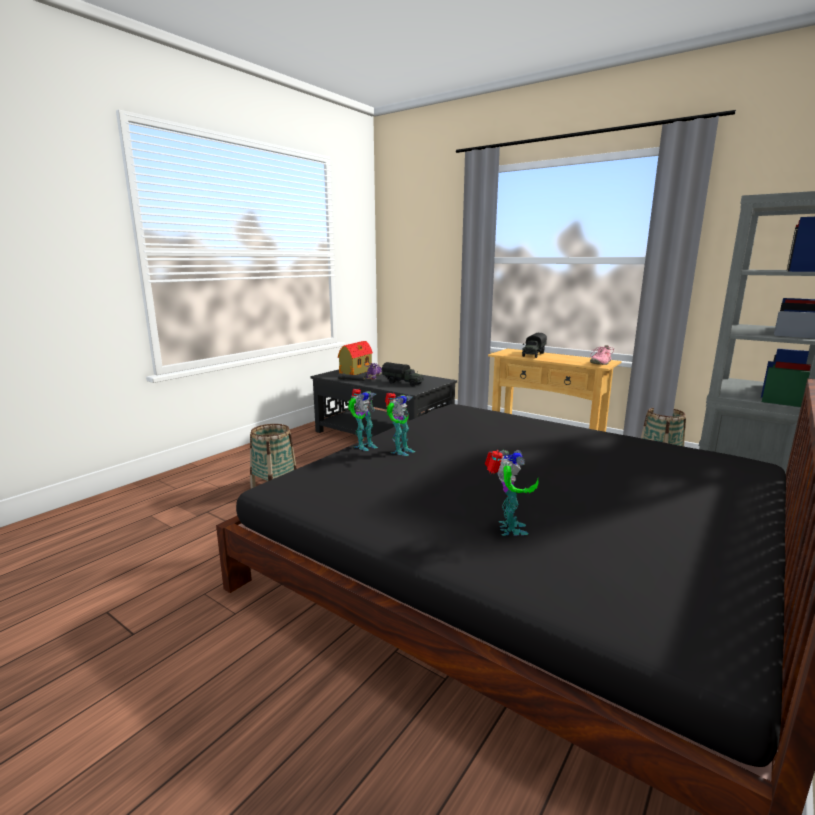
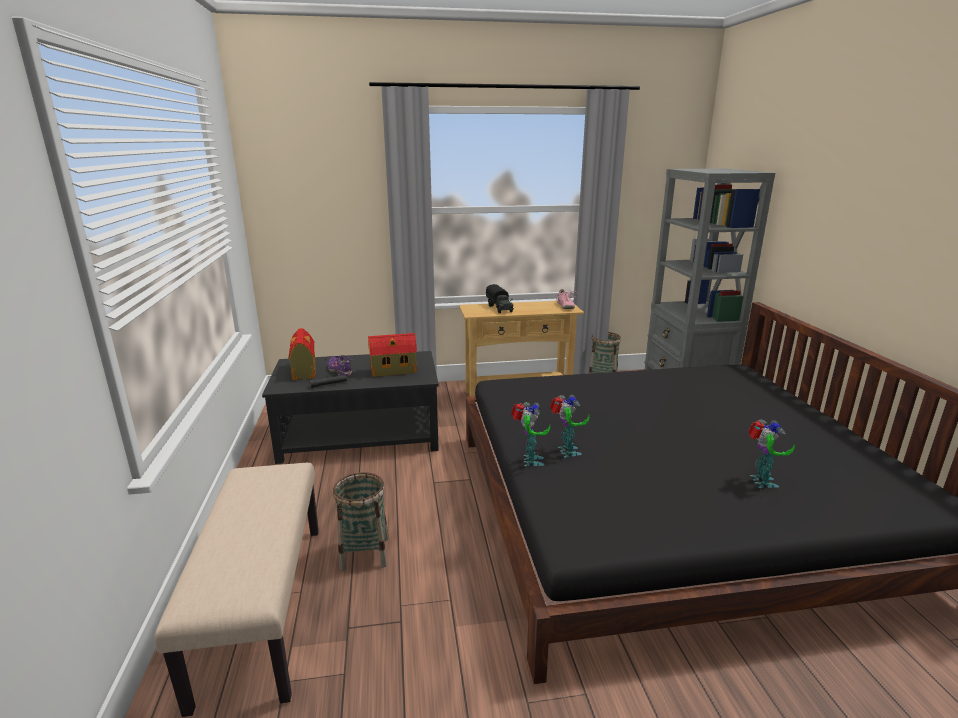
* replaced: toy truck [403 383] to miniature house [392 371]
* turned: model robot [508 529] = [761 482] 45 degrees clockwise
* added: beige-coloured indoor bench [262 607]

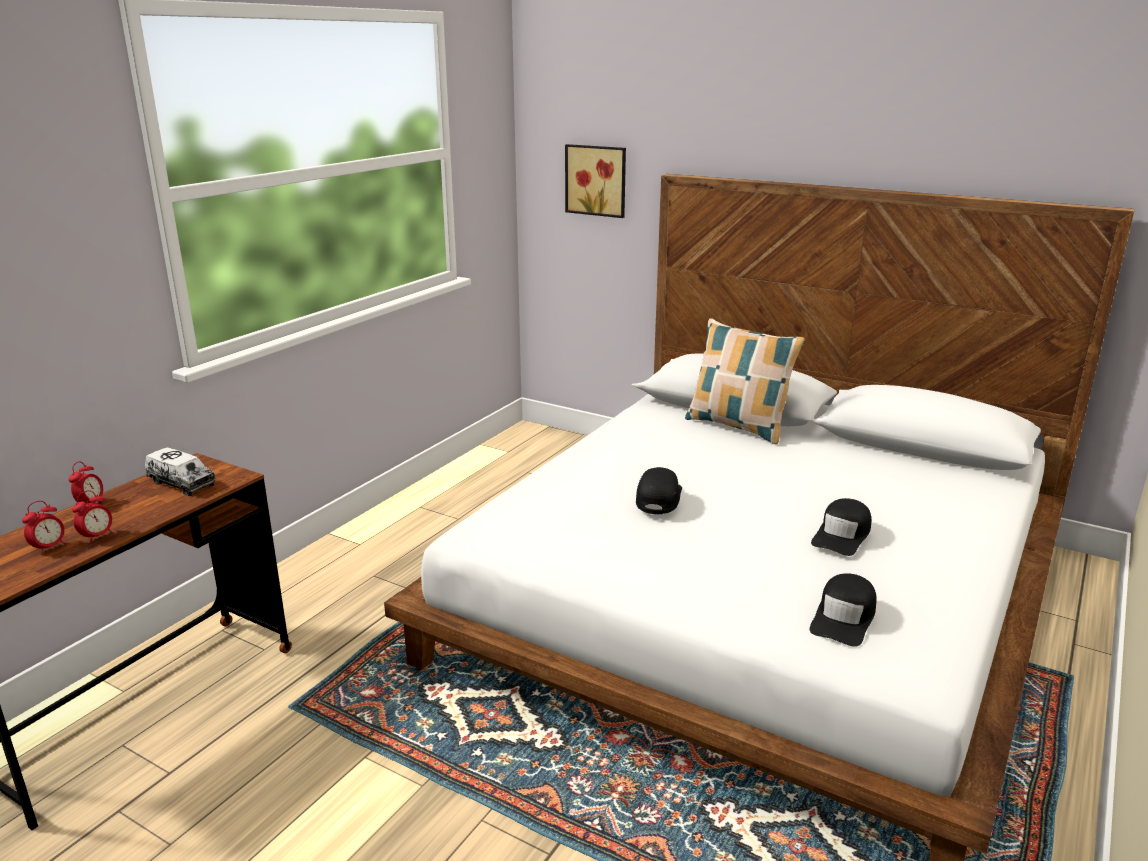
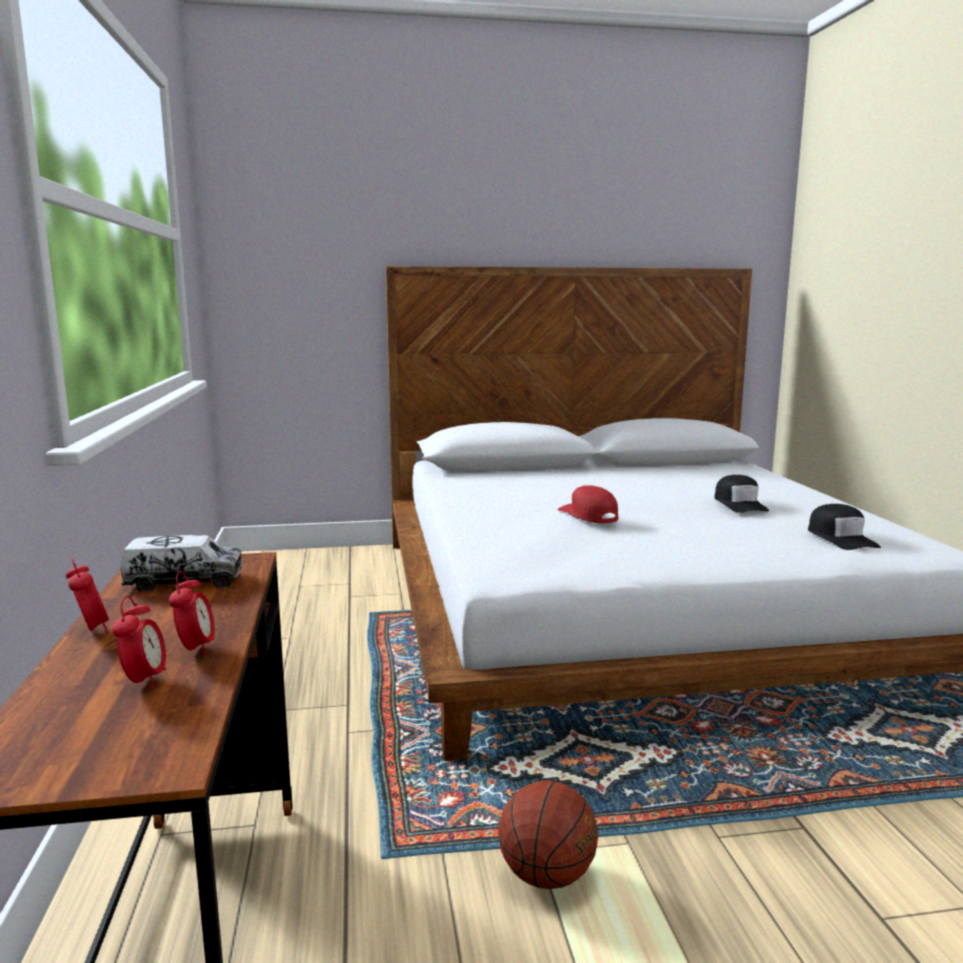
* removed: wall art [597 180]
* recoloured: black peaked cap [658 498] to red-coloured peaked cap [588 515]
* removed: throw pillow [738 426]
* added: basketball [547 876]

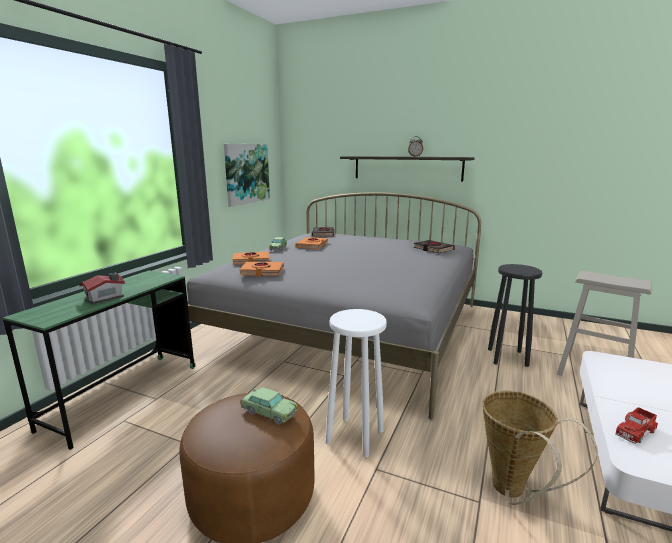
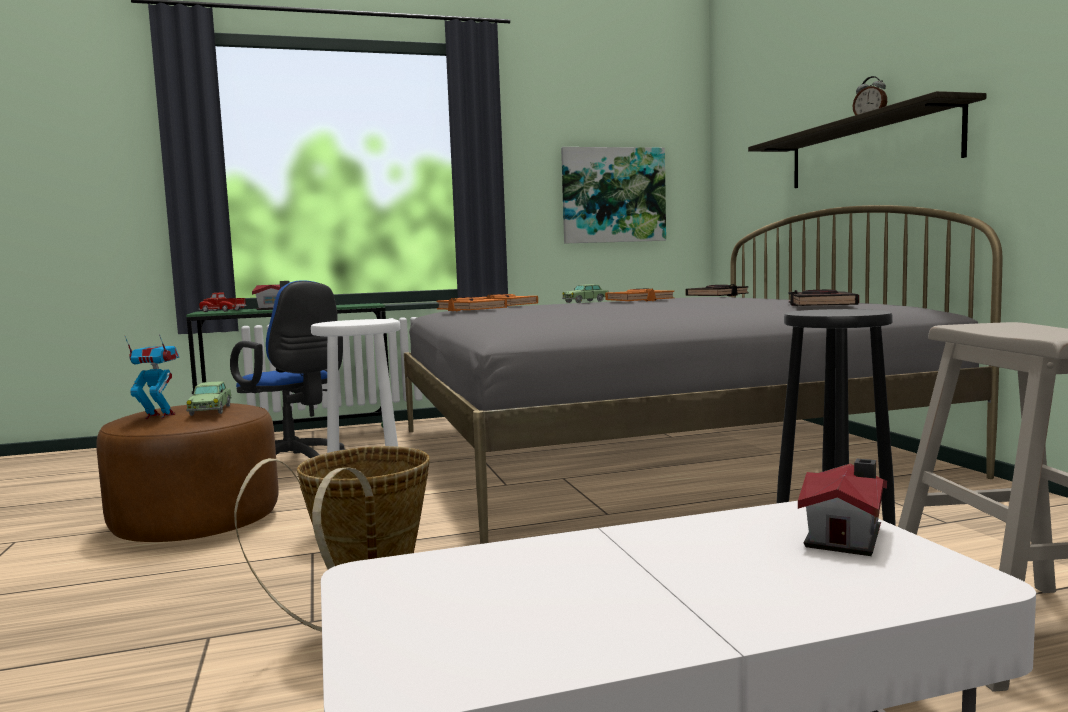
* moved: toy truck [635 431] to [222 311]
* added: model robot [159 416]
* added: blue office chair [295 467]
* added: miniature house [847 536]

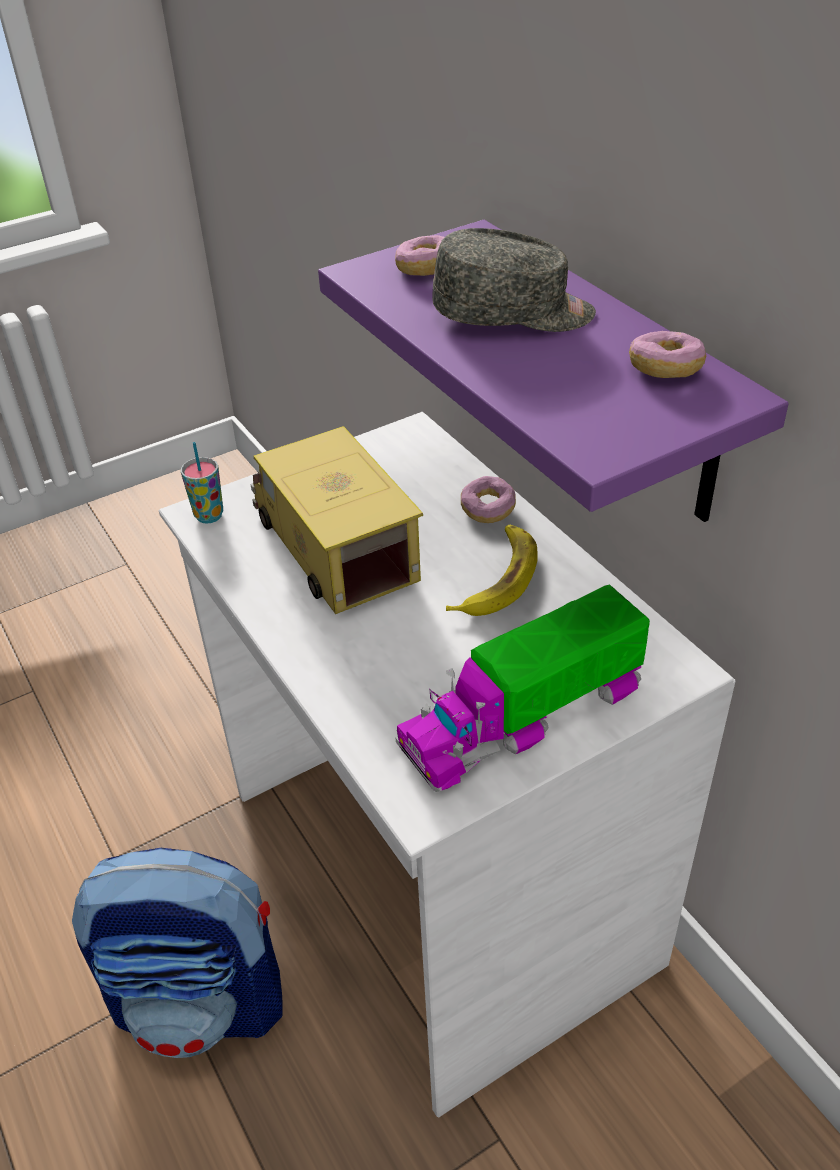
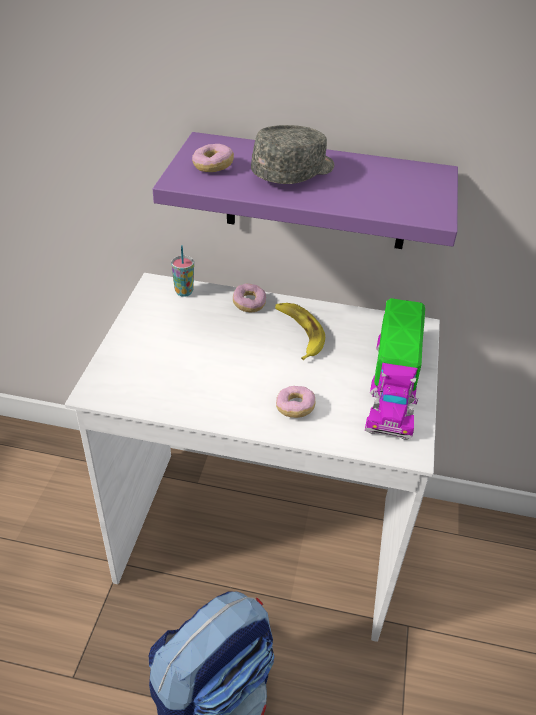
* moved: drinking cup [209 516] to [184 292]
* removed: toy truck [335 548]
* moved: ring doughnut [665 369] to [295 408]

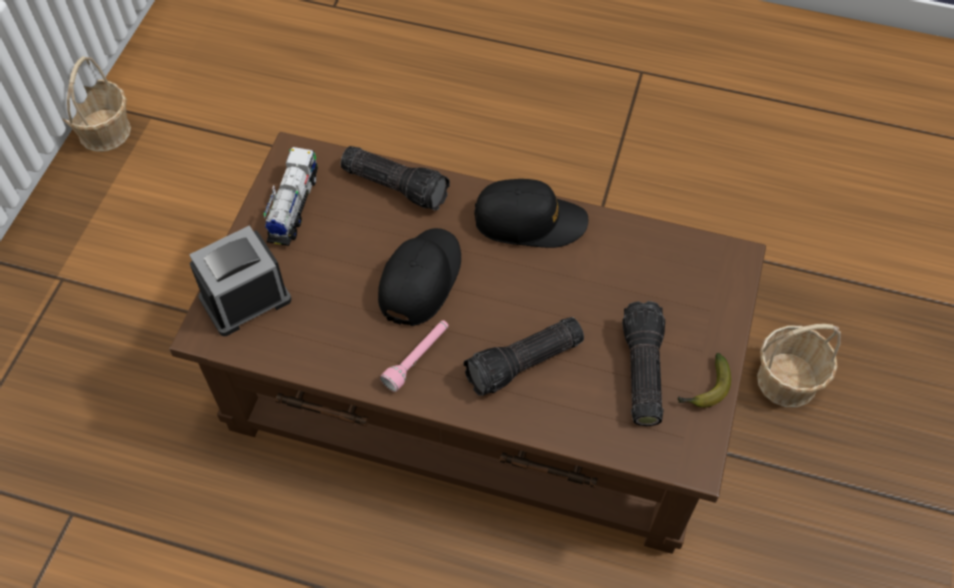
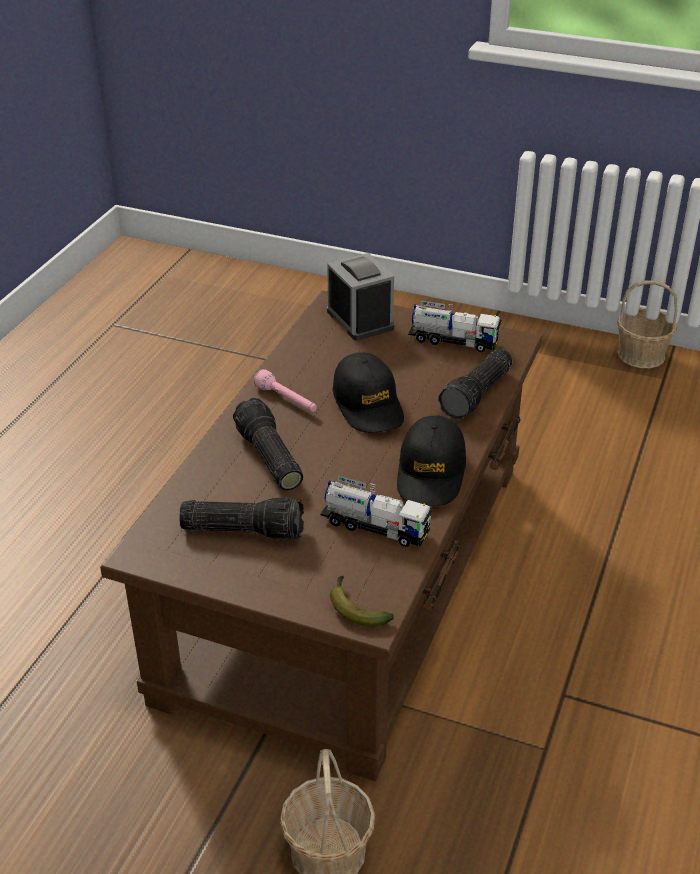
* turned: black peaked cap [420 279] = [368 405] 45 degrees clockwise
* moved: banana fruit [705 389] to [355 608]
* added: toy truck [375 527]

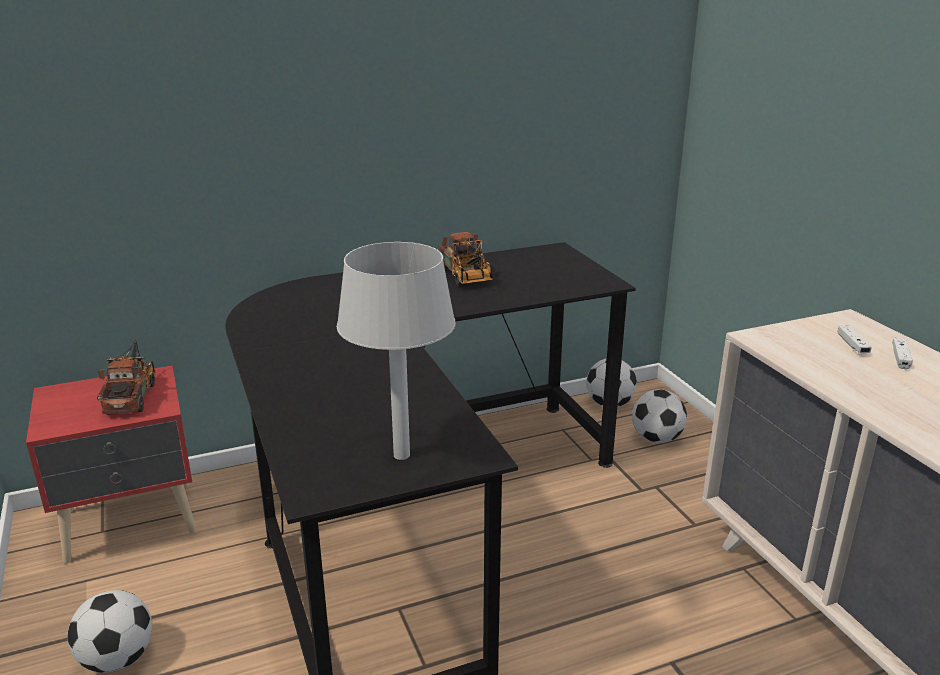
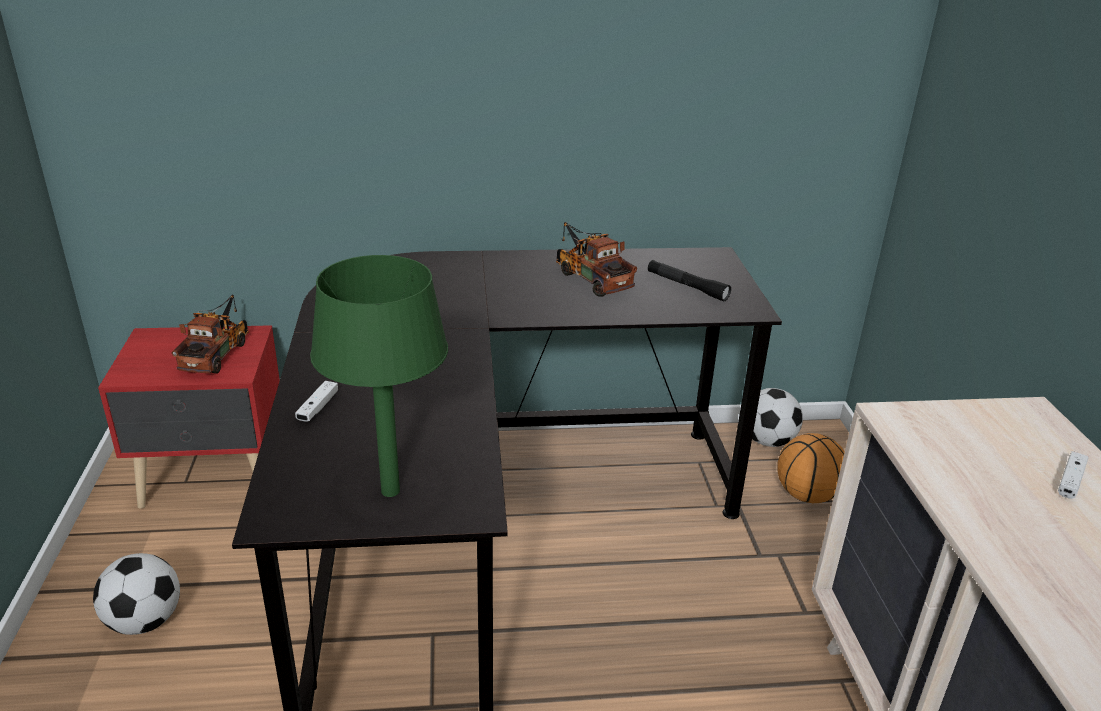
* recoloured: gray tabletop lamp [400 455] to green-coloured tabletop lamp [389 491]
* turned: toy truck [466 277] = [590 277] 150 degrees clockwise
* replaced: football ball [656 438] to basketball [805 495]
* moved: white gamepad [852 345] to [318 408]
* added: black hand torch [686 286]

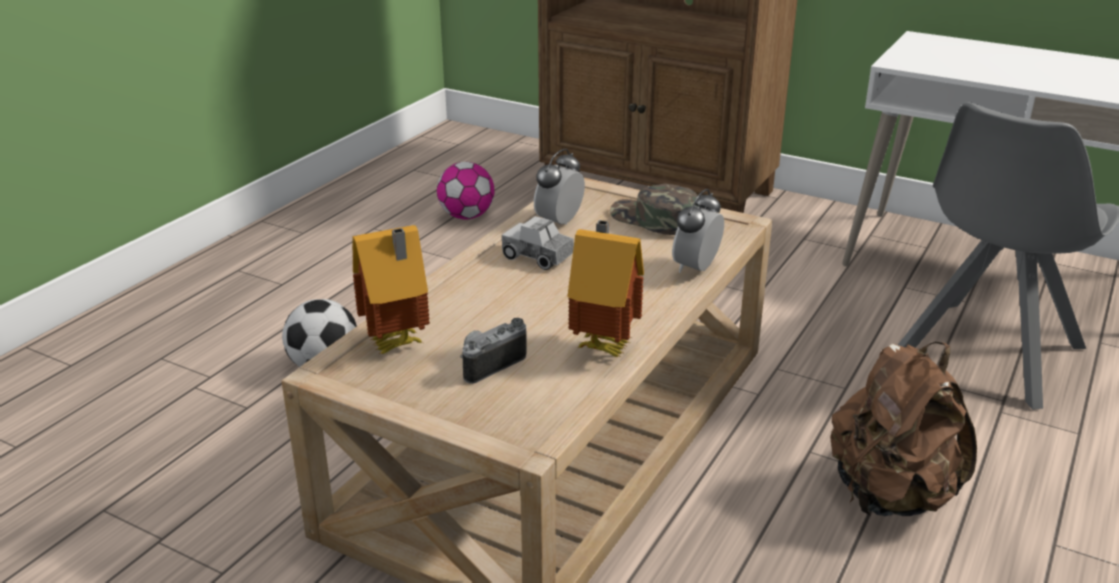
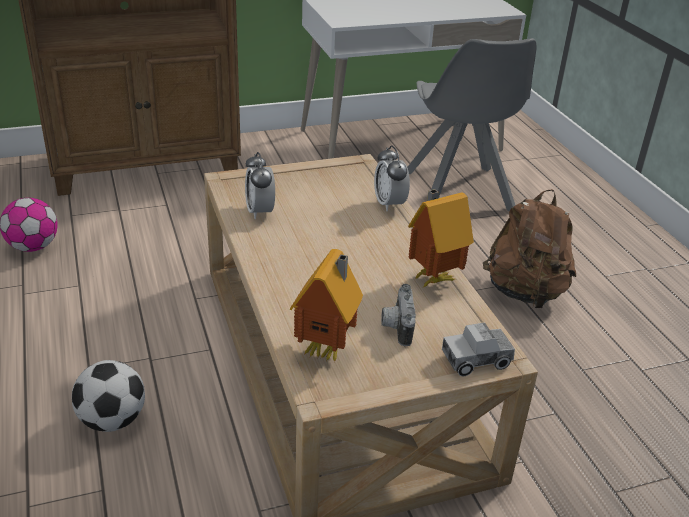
* moved: toy truck [538 257] to [476 360]
* removed: green-coloured peaked cap [655 219]

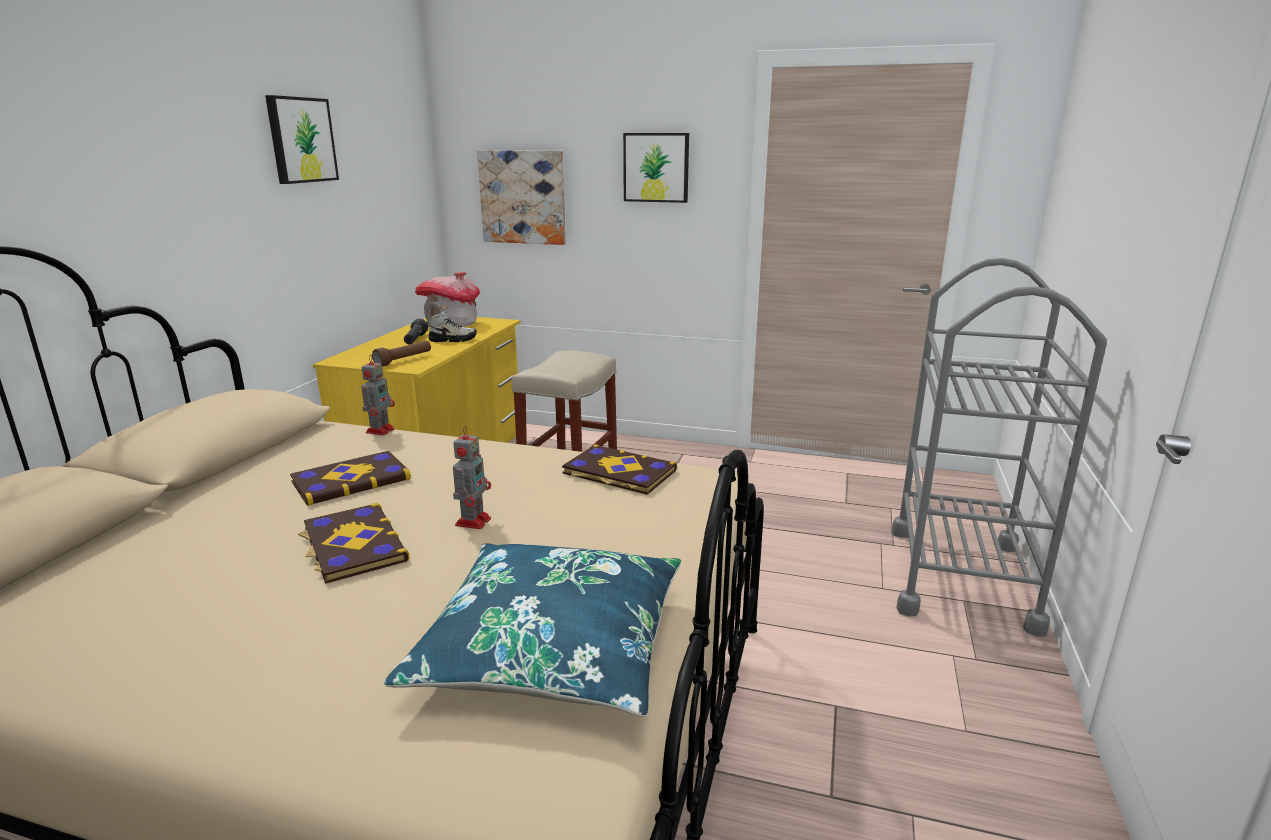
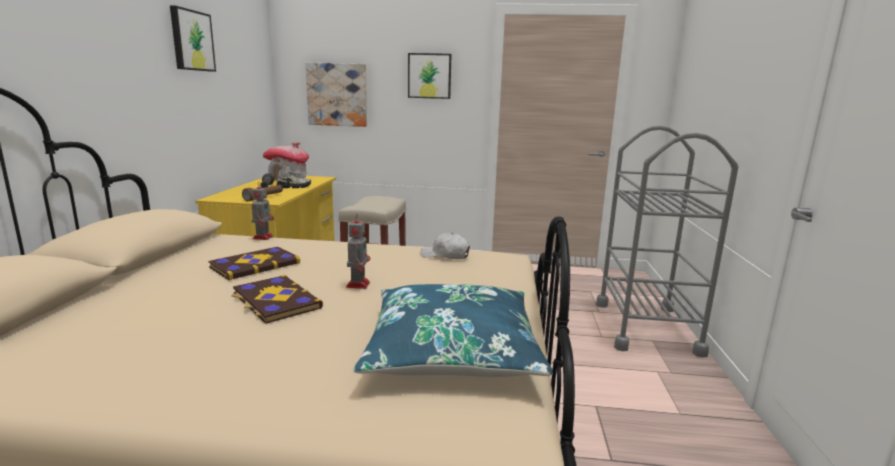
* replaced: bound book [618 473] to white peaked cap [445 255]

